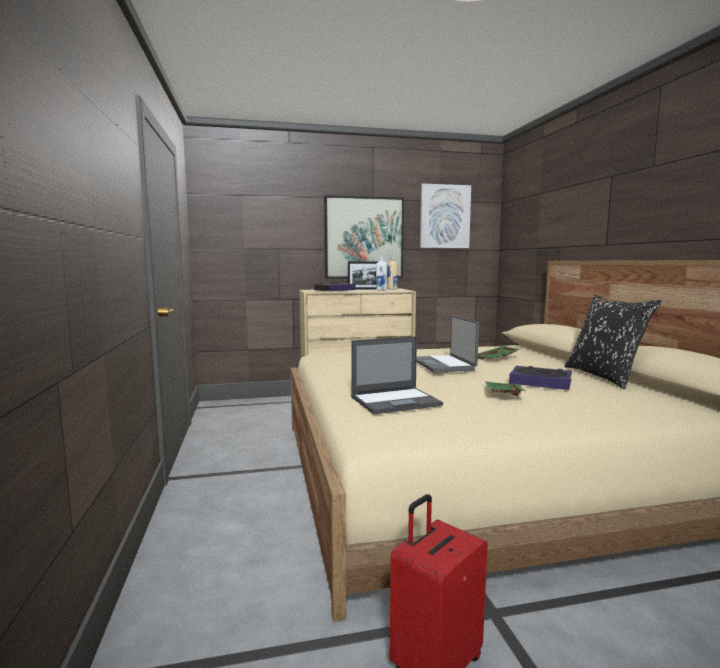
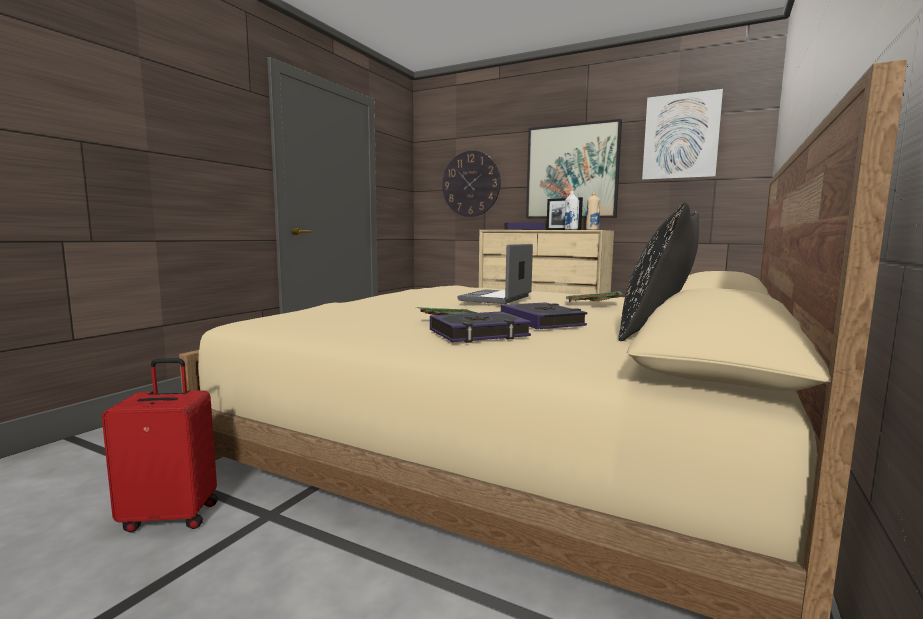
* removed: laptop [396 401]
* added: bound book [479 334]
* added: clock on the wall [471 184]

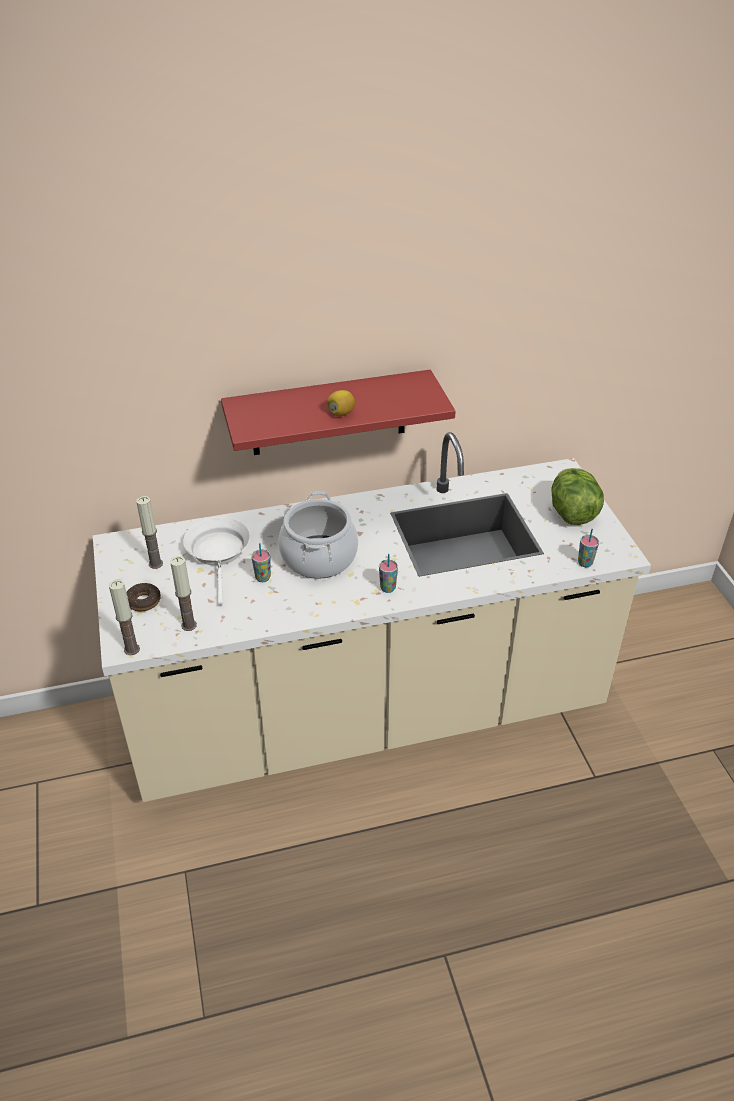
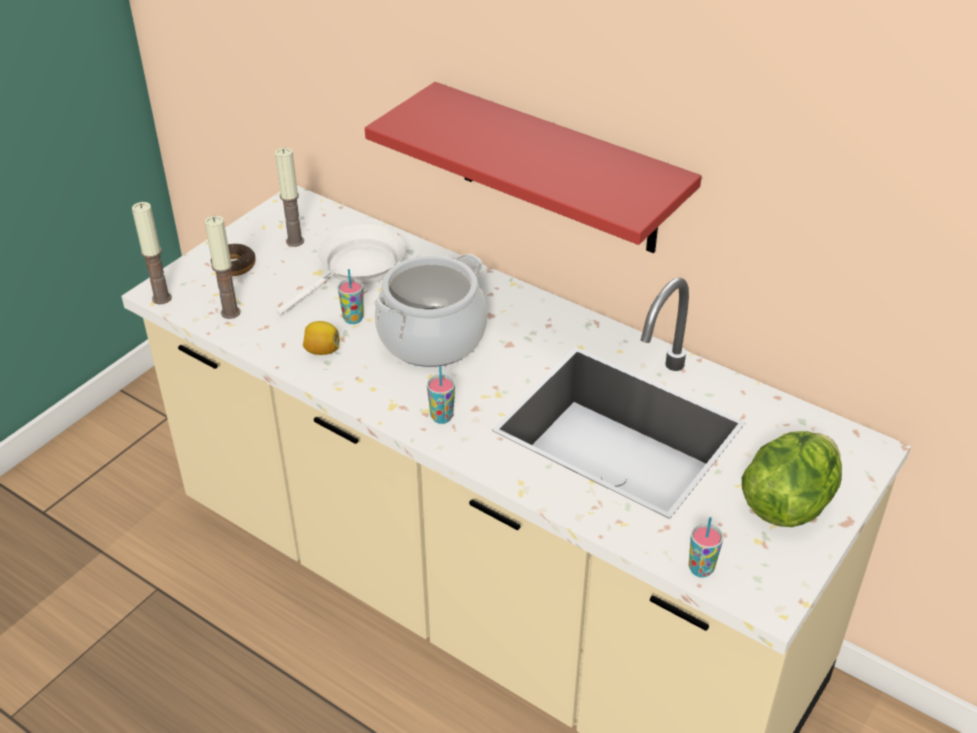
* moved: lemon [341 413] to [322 350]

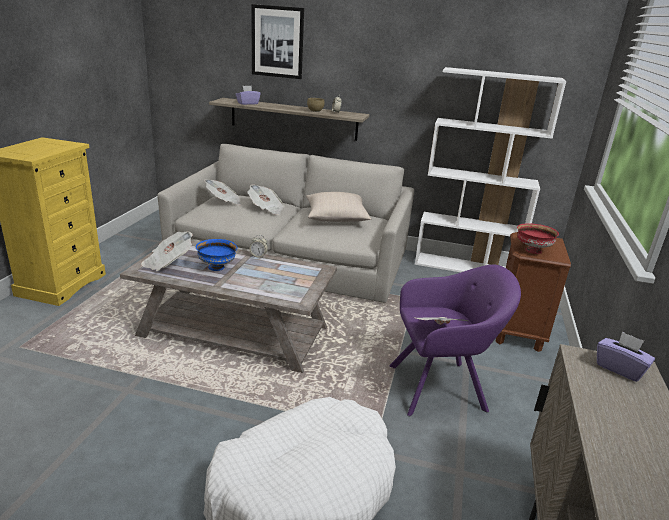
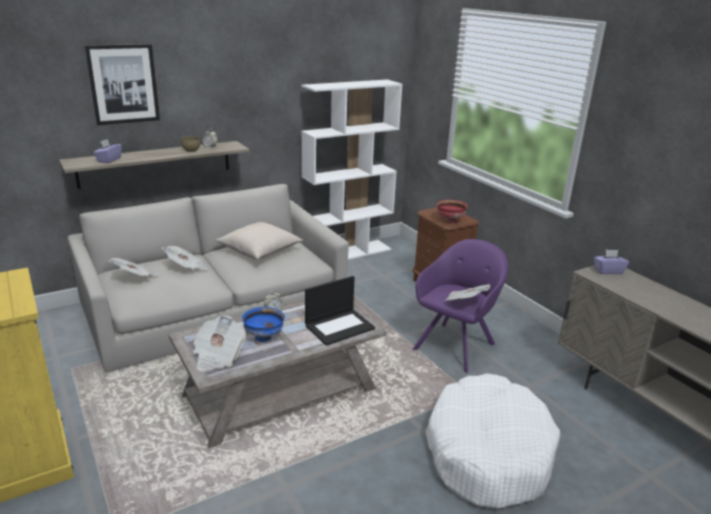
* added: laptop [340 326]

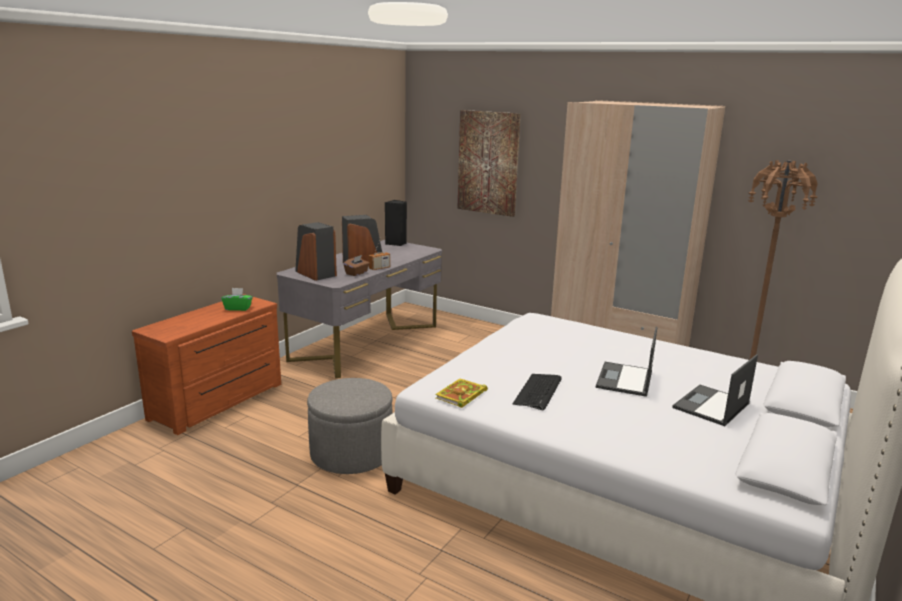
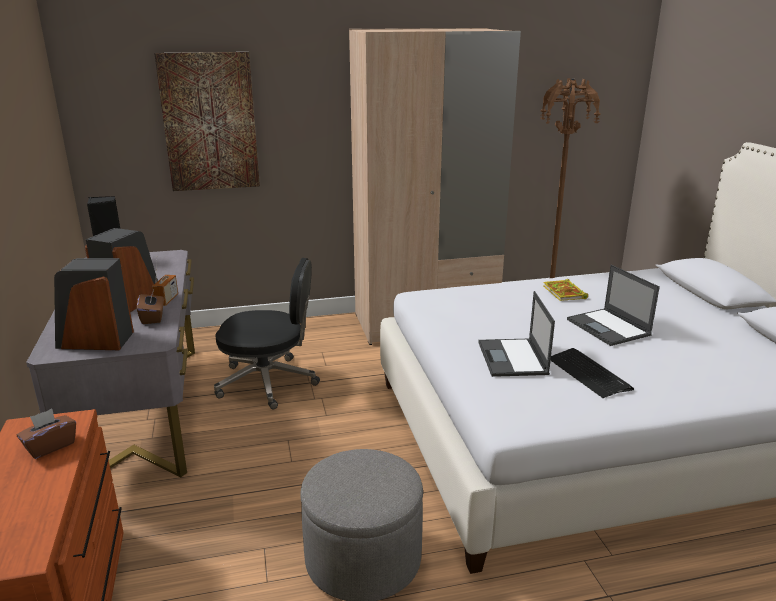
* recoloured: green-coloured tissue holder [238 308] to brown-coloured tissue holder [50 446]
* moved: bound book [461 396] to [565 293]
* moved: laptop [711 406] to [513 358]
* added: black office chair [269 382]

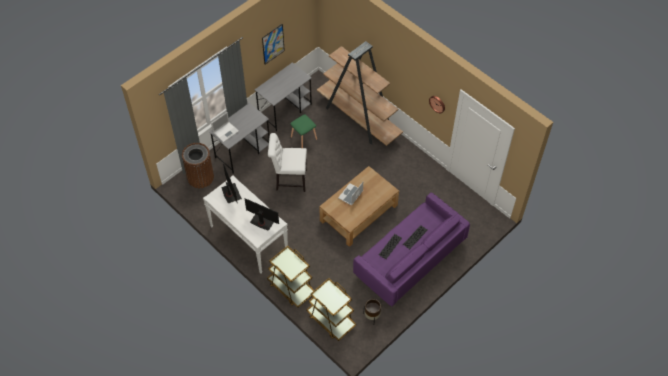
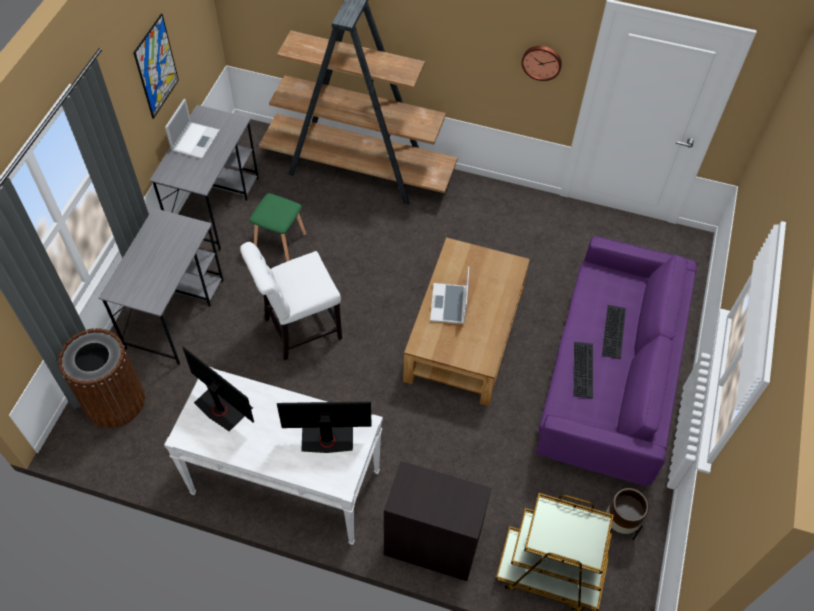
* moved: laptop [226 131] to [196 140]
* replaced: brown-coloured trolley [291 288] to black cupboard [431 544]

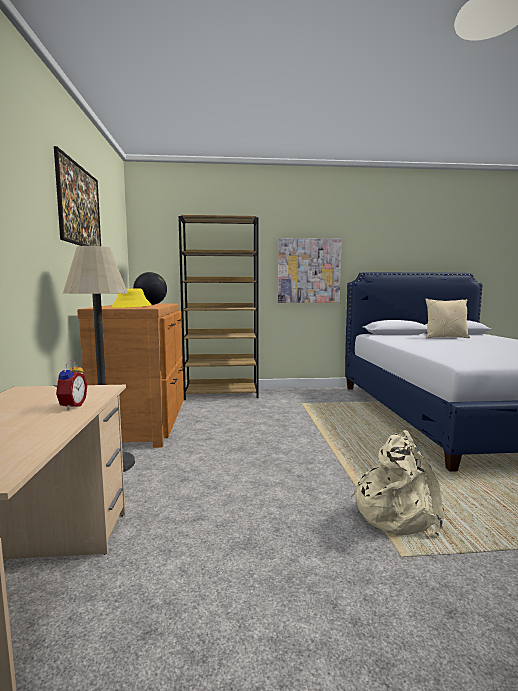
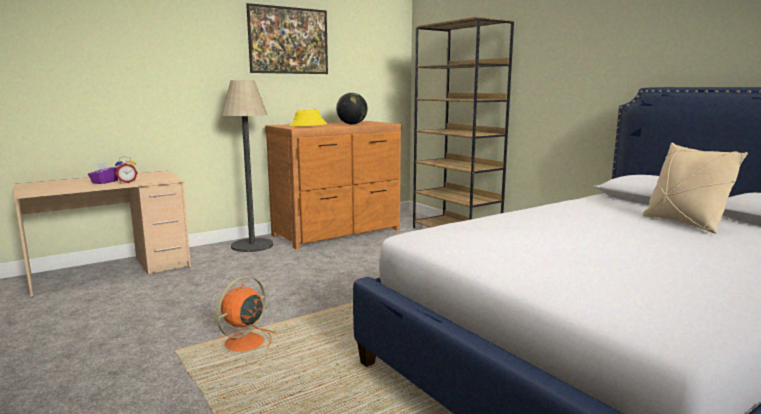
* removed: wall art [308 271]
* replaced: beige-coloured knapsack [396 513] to orange-coloured cooling fan [242 343]
* added: purplish tissue holder [104 182]

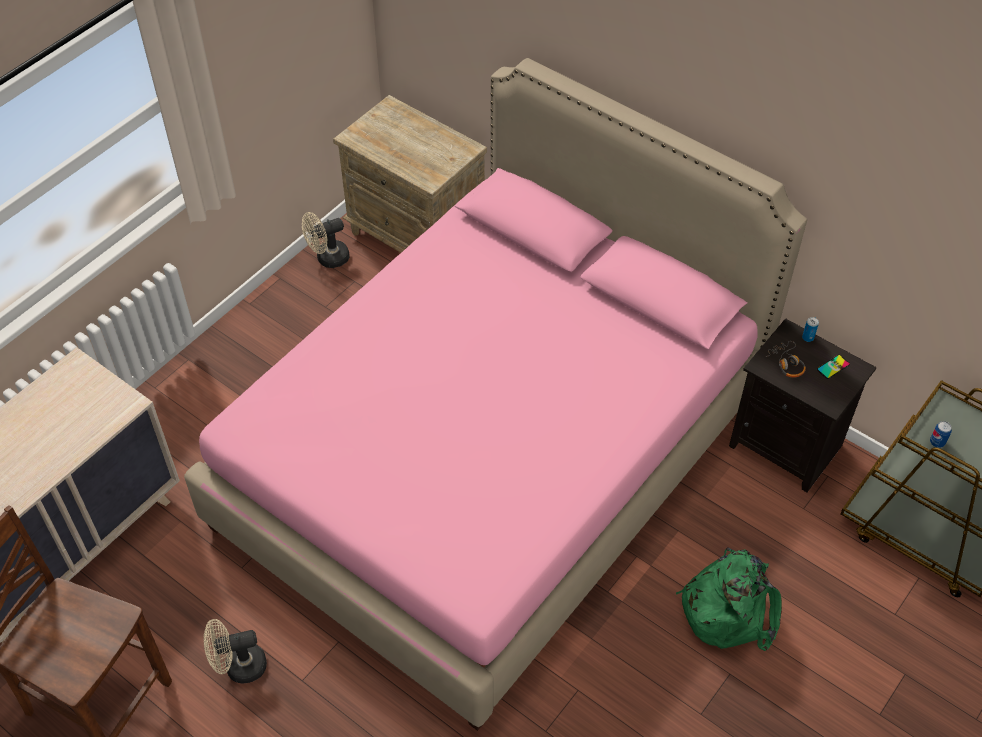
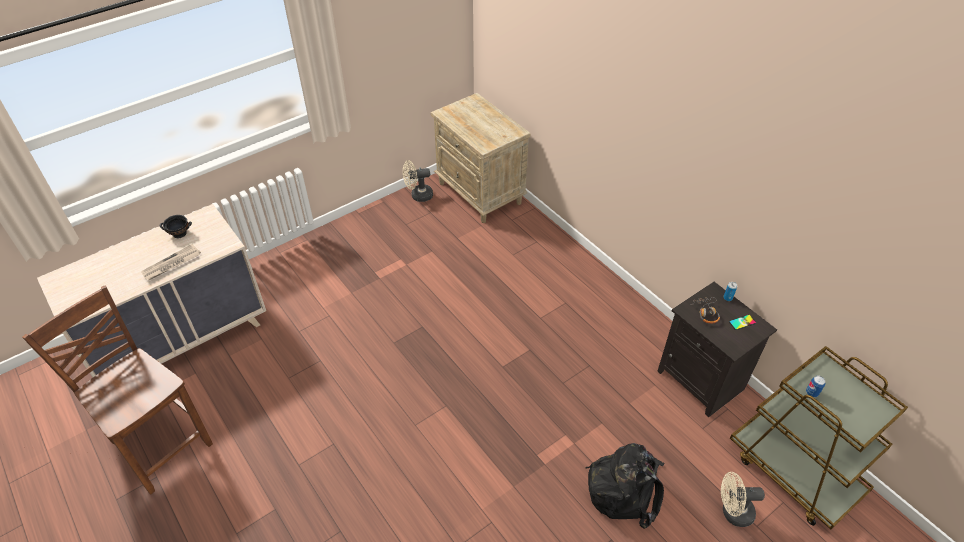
* removed: pink bedroom bed [491 459]
* moved: beige-coloured cooling fan [239 667] to [732 512]
* recoloured: green-coloured knapsack [729 607] to black knapsack [625 488]
* added: printed paper [171 264]
* added: black deep dish [180 234]

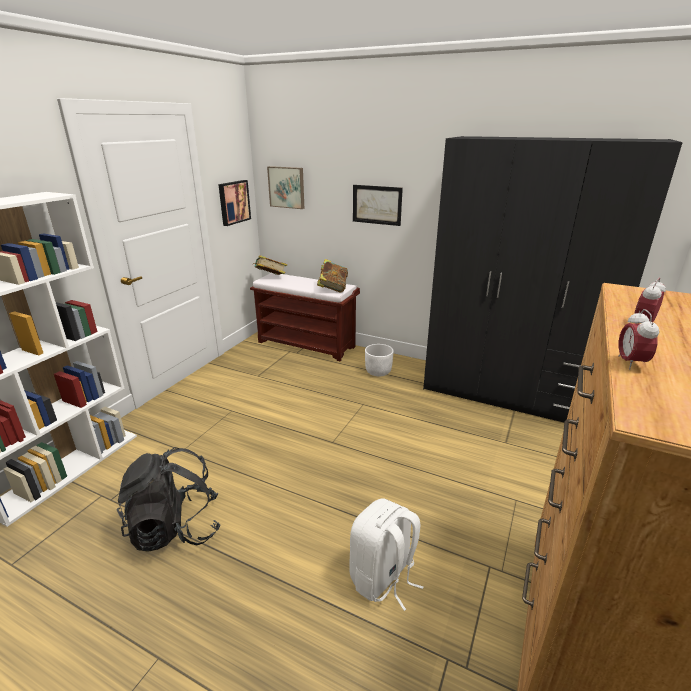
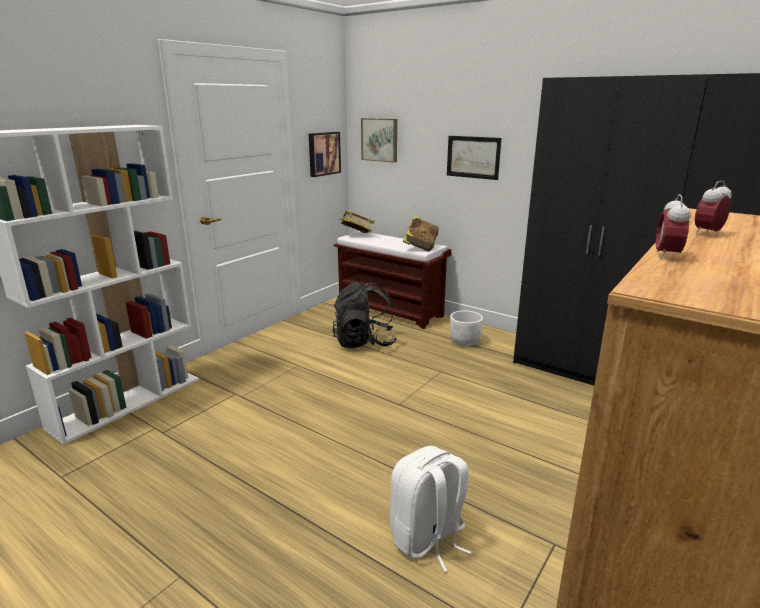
* moved: black knapsack [175 528] to [364 342]

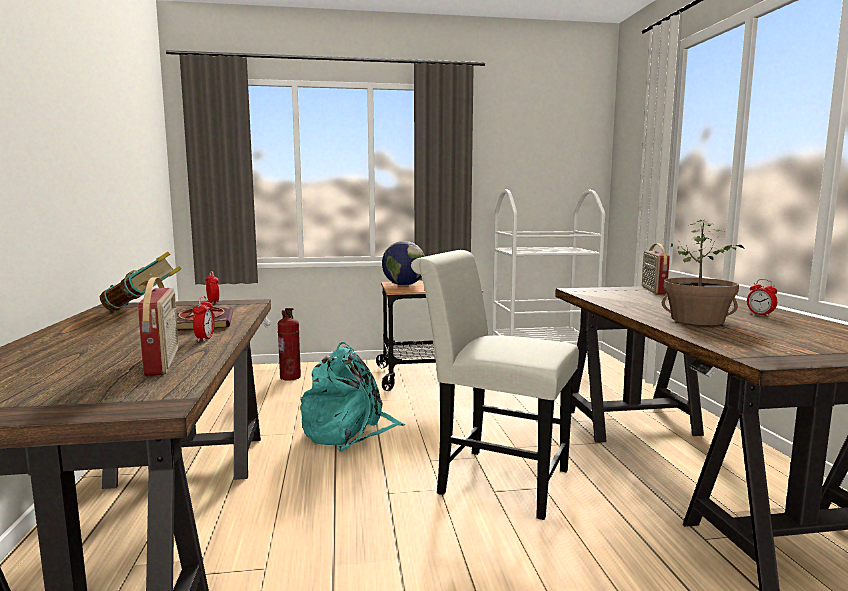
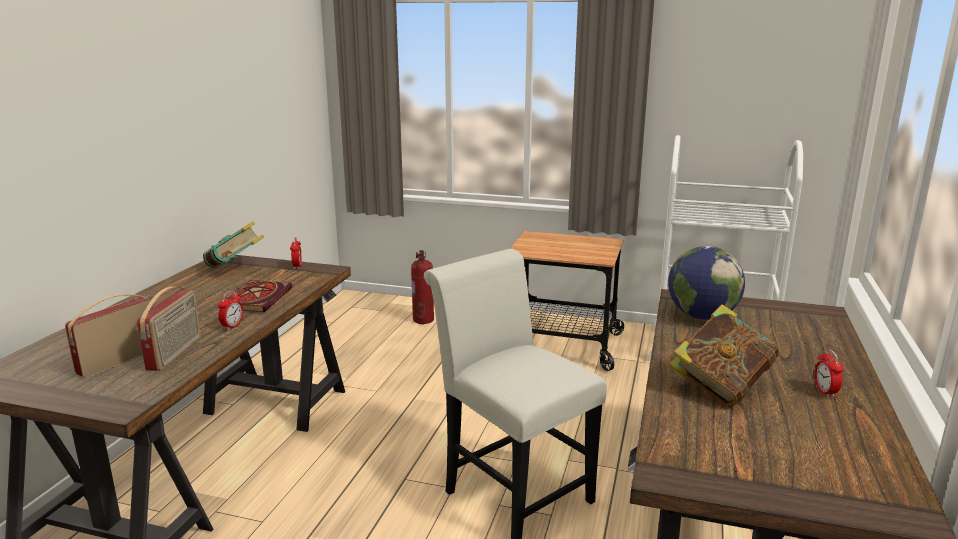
* removed: turquoise knapsack [349 431]
* moved: desk globe [404 285] to [702 316]
* moved: radio receiver [652 290] to [118 361]
* replaced: potted plant [697 320] to bound book [720 387]

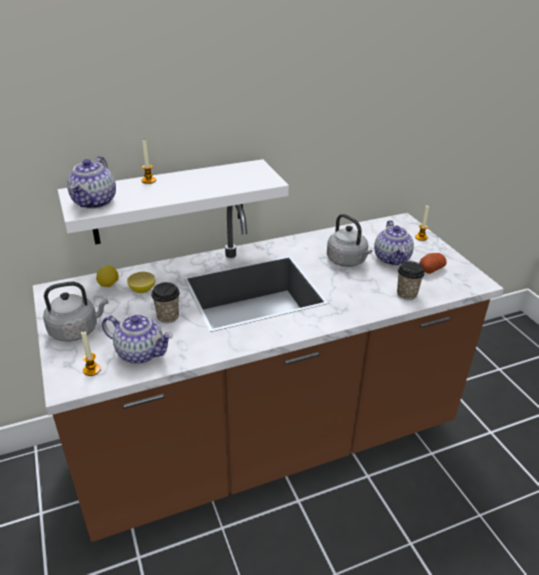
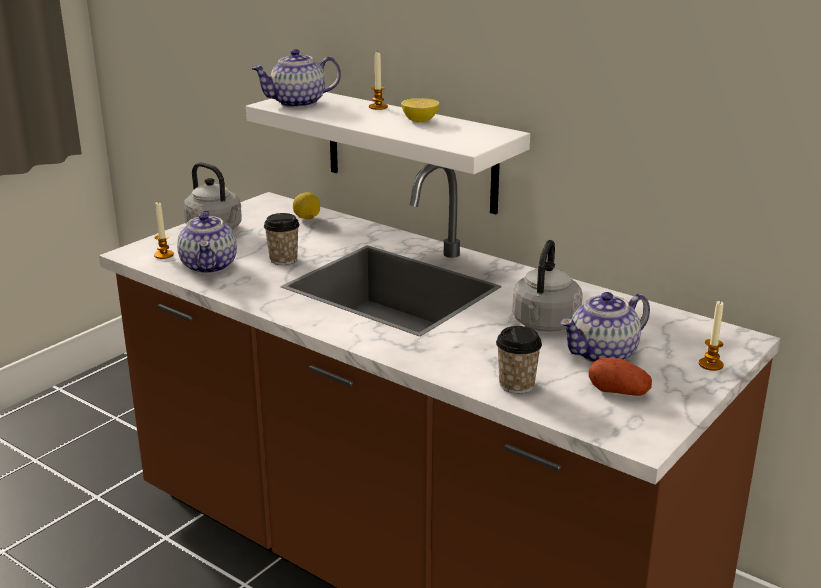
* moved: lemon [142 290] to [420 120]

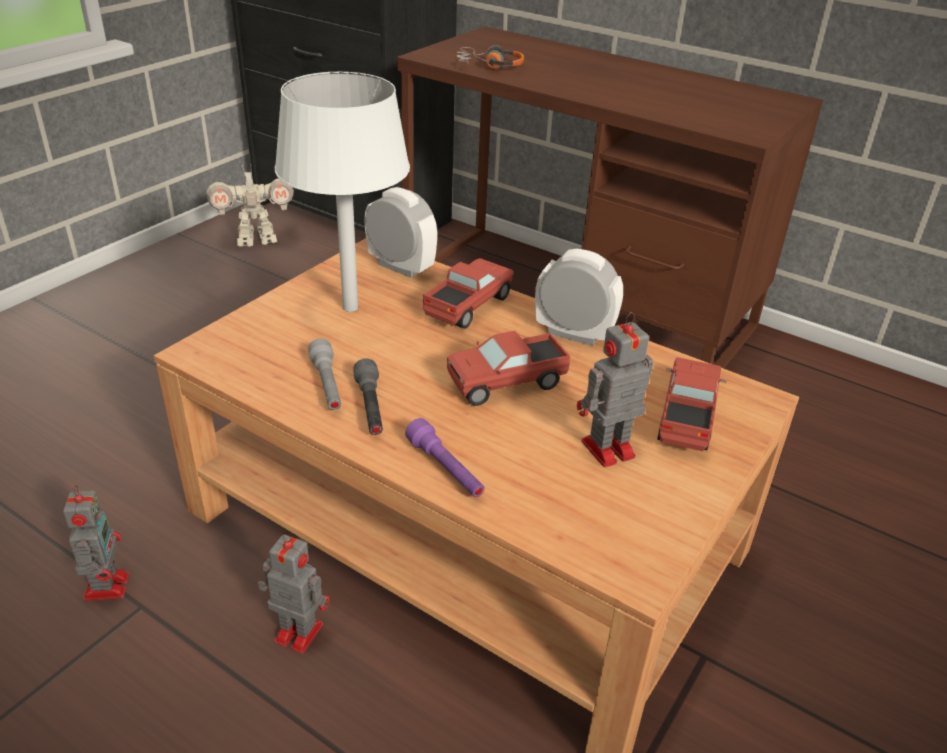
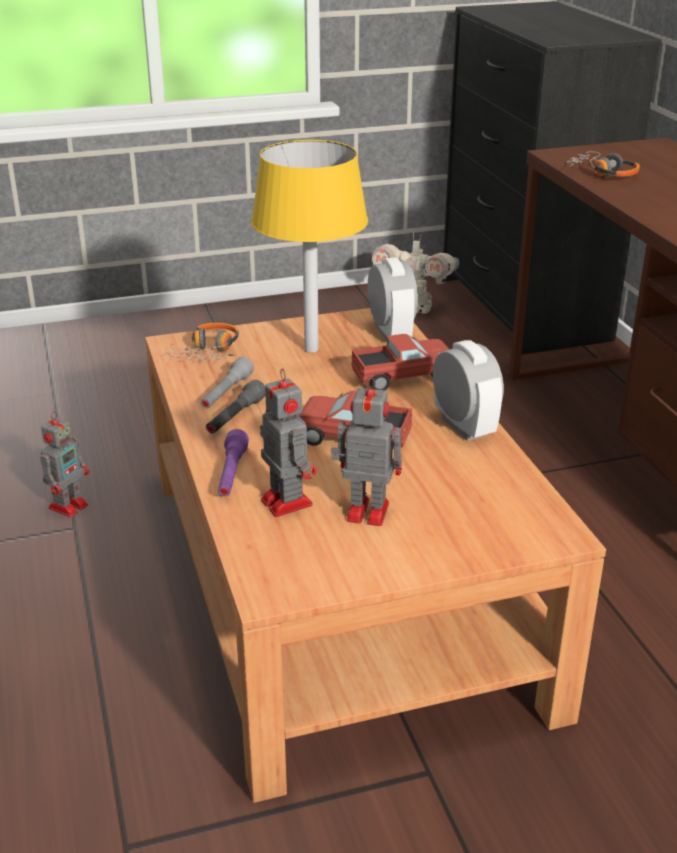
* moved: model robot [296 632] to [285 501]
* recoloured: white tabletop lamp [350 308] to yellow-coloured tabletop lamp [311 349]
* removed: toy truck [686 420]
* added: pair of headphones [210 351]

